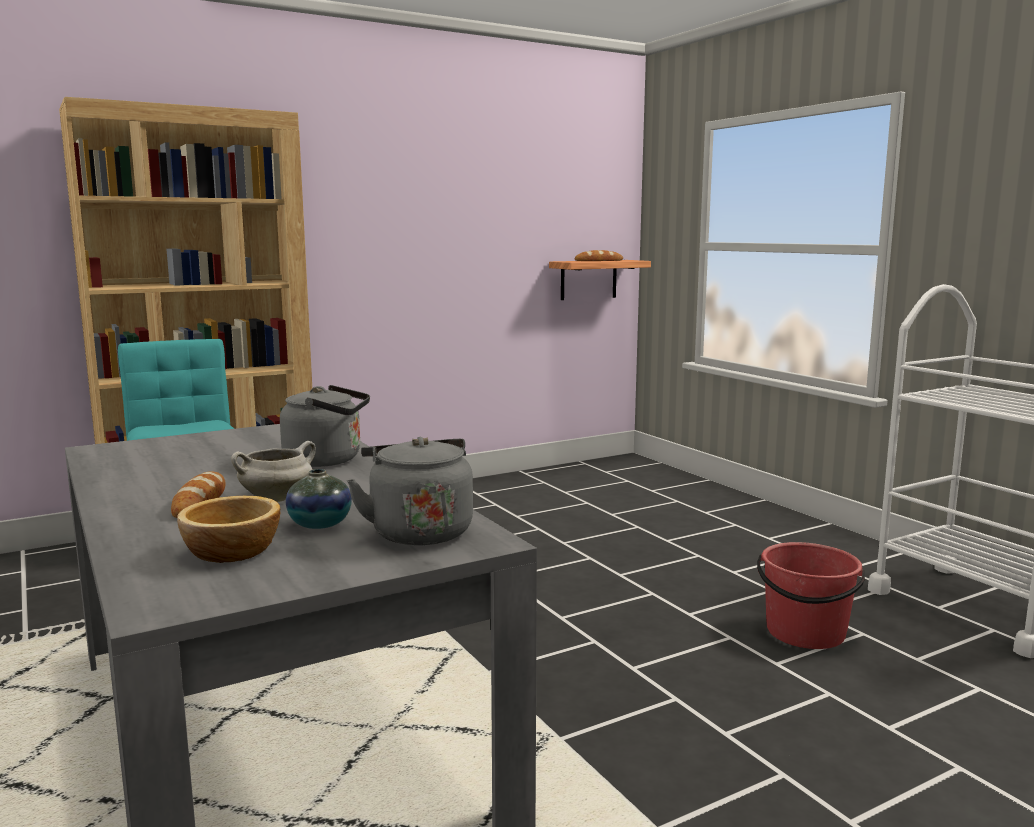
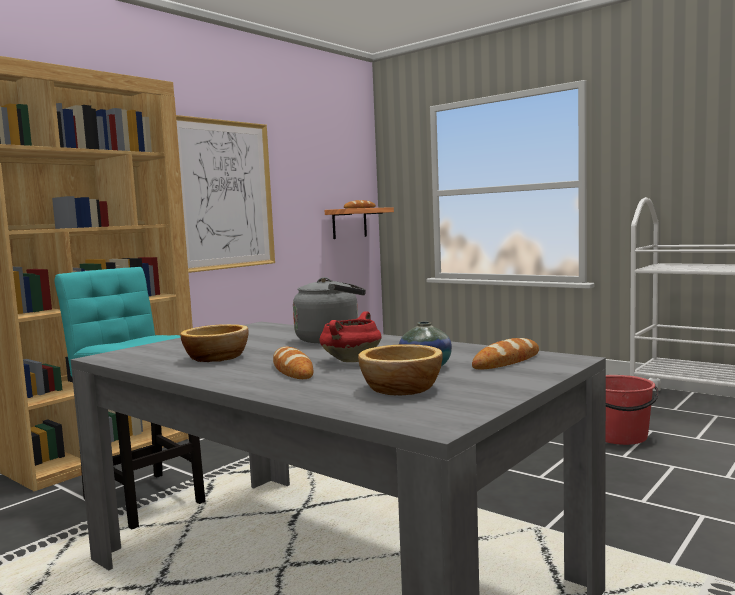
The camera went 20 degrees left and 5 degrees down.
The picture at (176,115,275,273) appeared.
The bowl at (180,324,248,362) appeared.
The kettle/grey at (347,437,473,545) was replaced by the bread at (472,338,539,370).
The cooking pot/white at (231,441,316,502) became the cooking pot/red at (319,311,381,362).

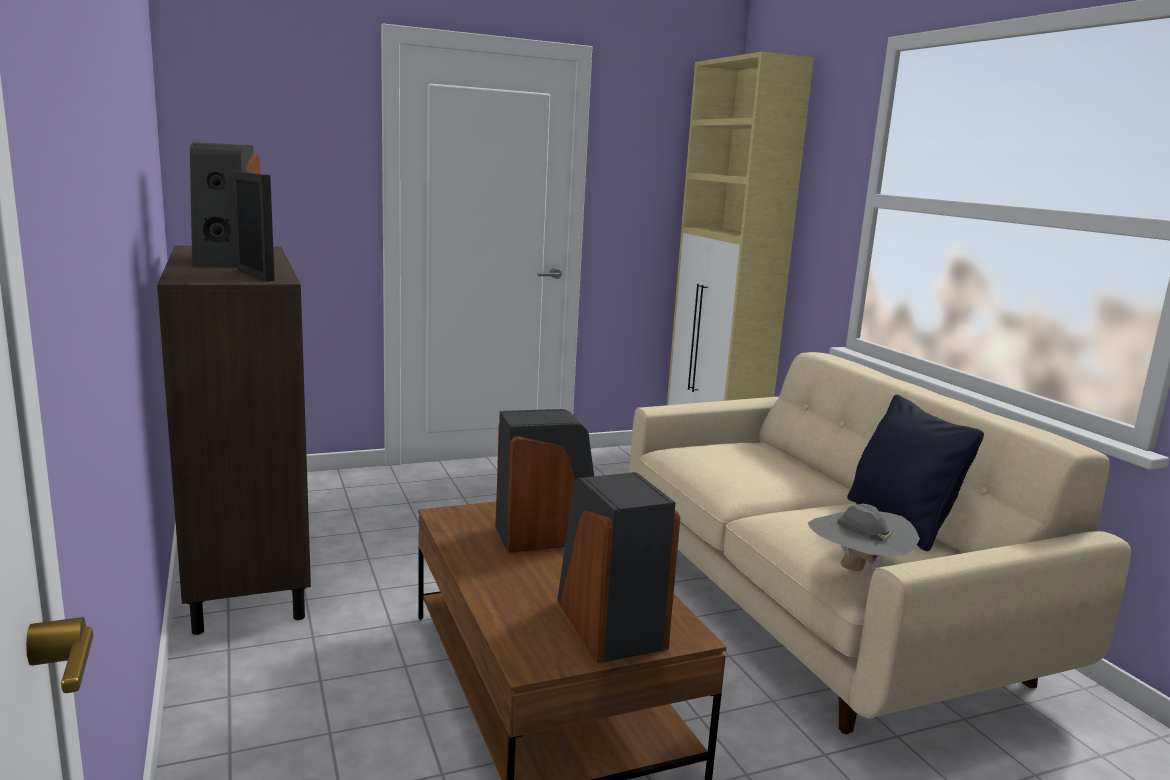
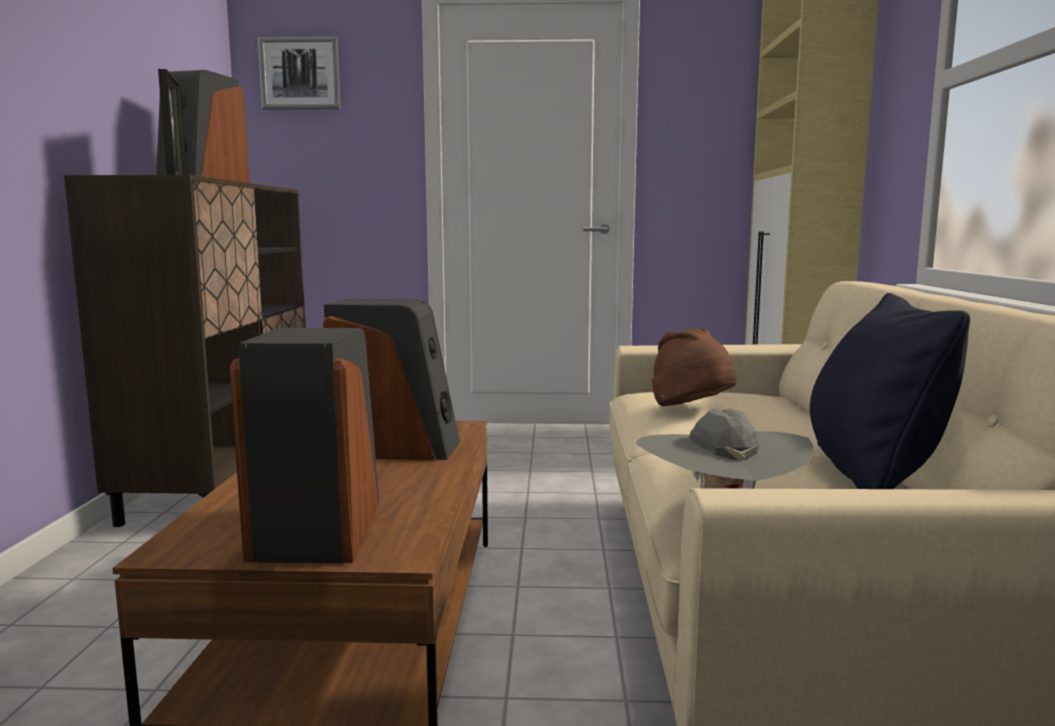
The camera went 25 degrees right and 5 degrees down.
The picture at (258,36,341,110) appeared.
The hat/brown at (652,328,737,406) appeared.

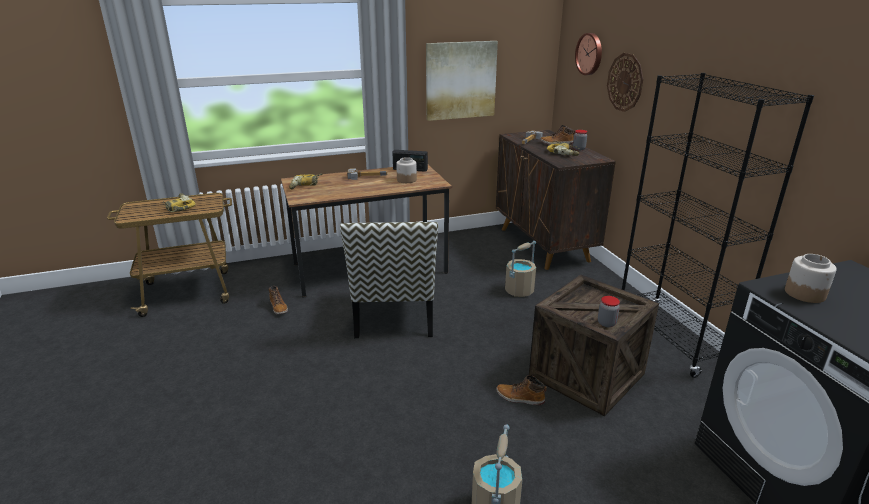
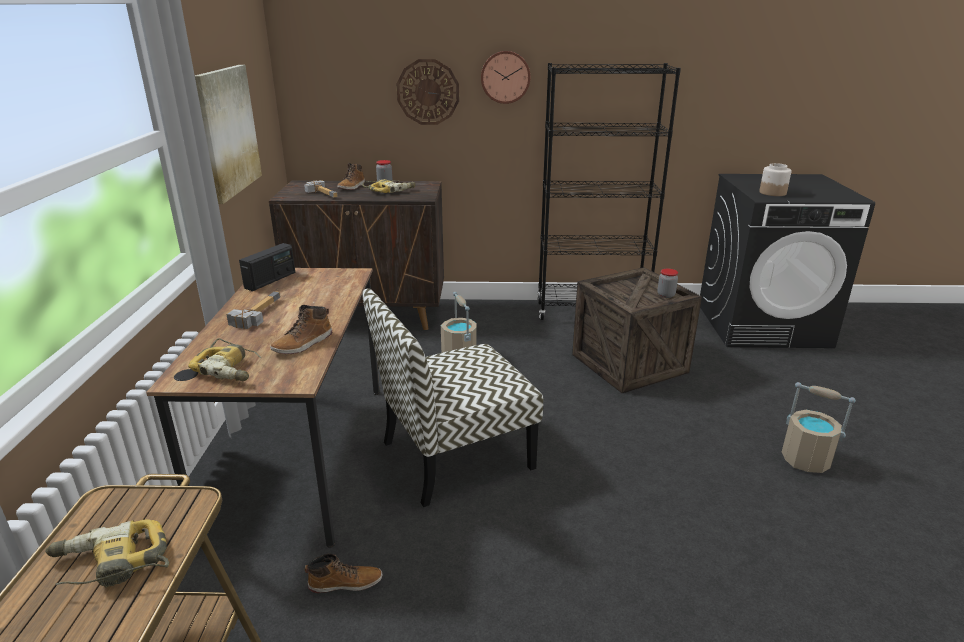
The camera went 70 degrees left and 0 degrees up.
The jar at (396,157,417,183) disappeared.
The boot moved from (496,375,547,405) to (270,305,332,354).
The wall clock moved from (575,33,602,75) to (481,51,531,104).
The chair at (340,222,438,338) turned 135 degrees clockwise.

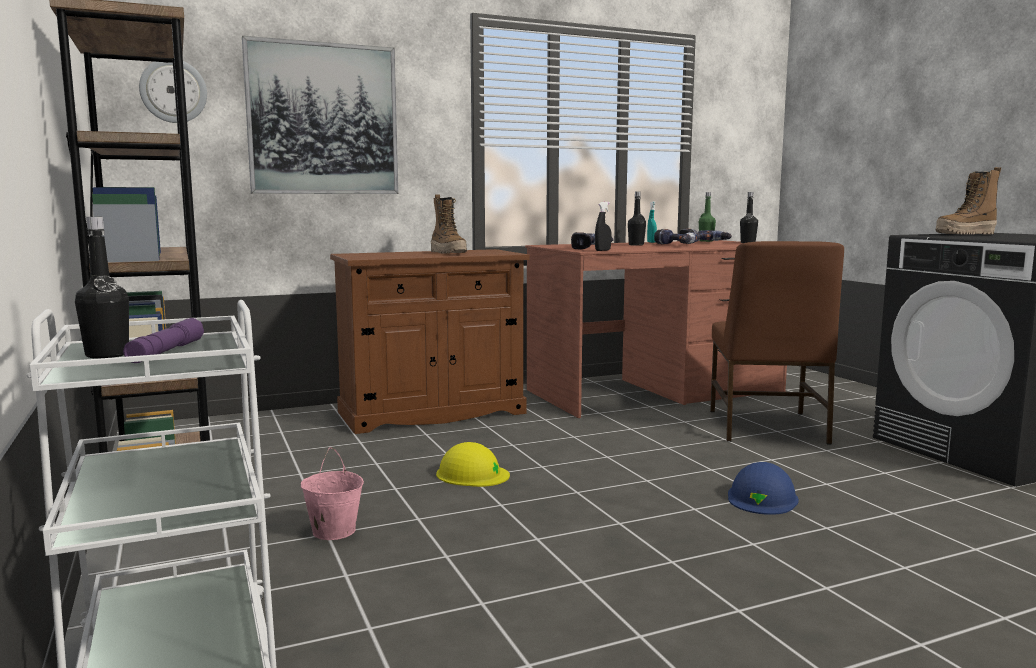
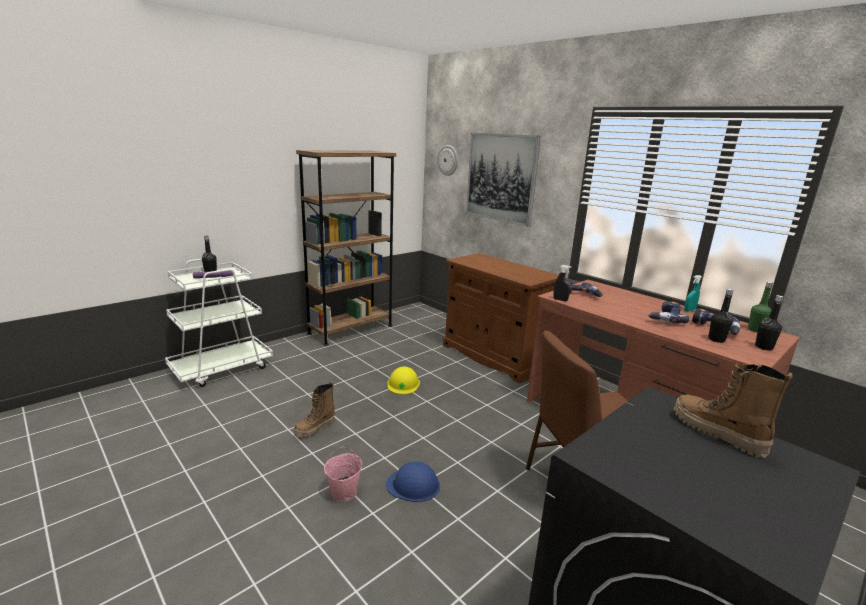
The camera went 70 degrees right and 10 degrees up.
The bucket/pink moved from (301,447,364,540) to (324,447,362,501).
The boot moved from (431,194,467,254) to (294,381,335,438).
The bottle/black moved from (628,192,646,246) to (708,289,734,343).

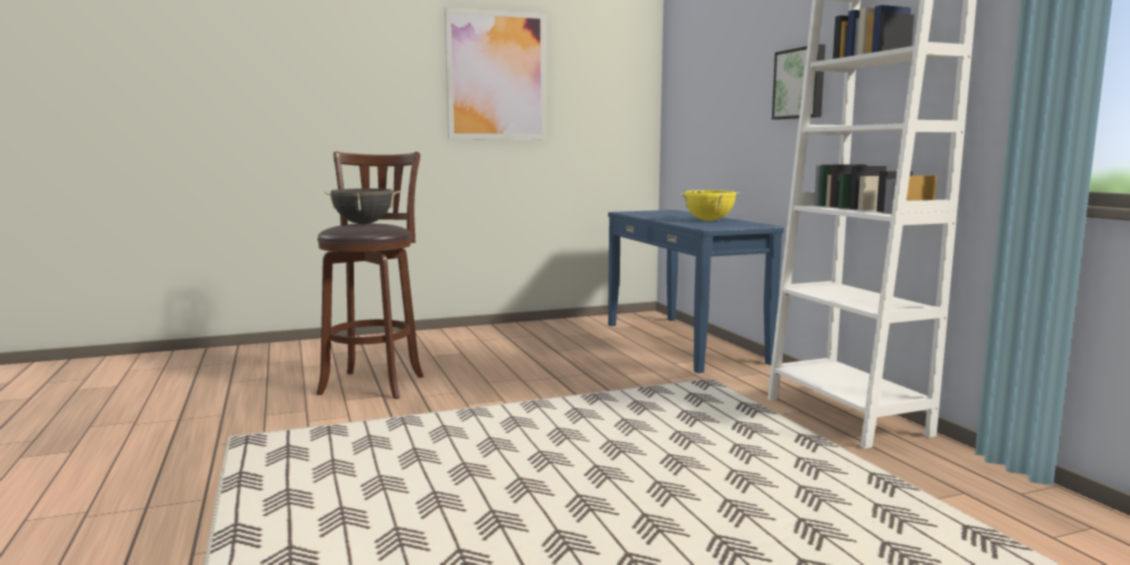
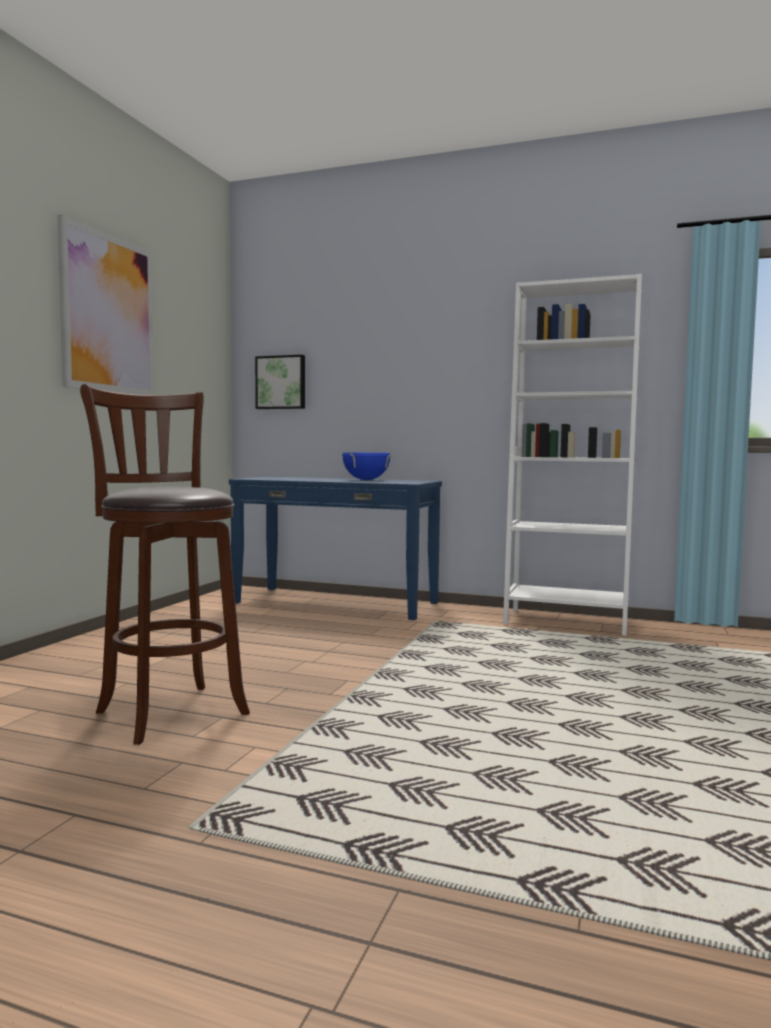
The camera went 50 degrees left and 5 degrees down.
The cooking pot/black at (323,188,400,224) disappeared.
The picture moved from (772,44,825,120) to (255,355,305,409).
The cooking pot/yellow at (679,190,740,221) became the cooking pot/blue at (341,452,393,480).

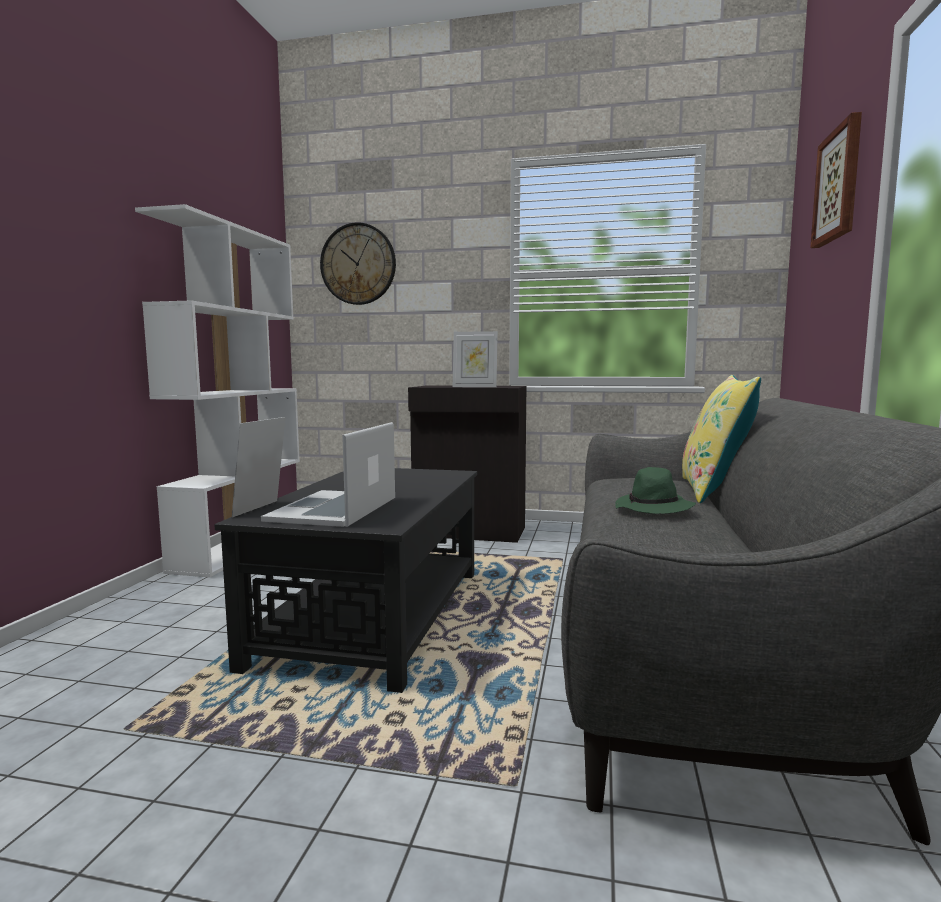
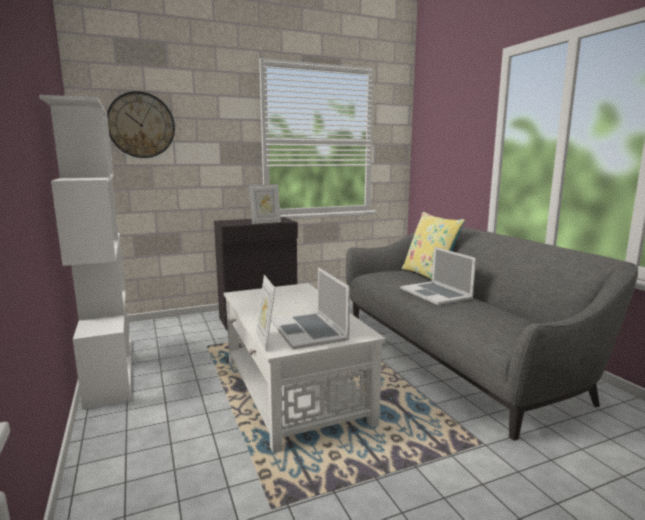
The camera went 35 degrees left and 5 degrees up.
The picture at (810,112,862,248) disappeared.
The hat/green at (615,467,696,514) was replaced by the laptop at (400,247,476,305).
The coffee table/black at (214,468,477,693) became the coffee table/white at (224,283,386,453).

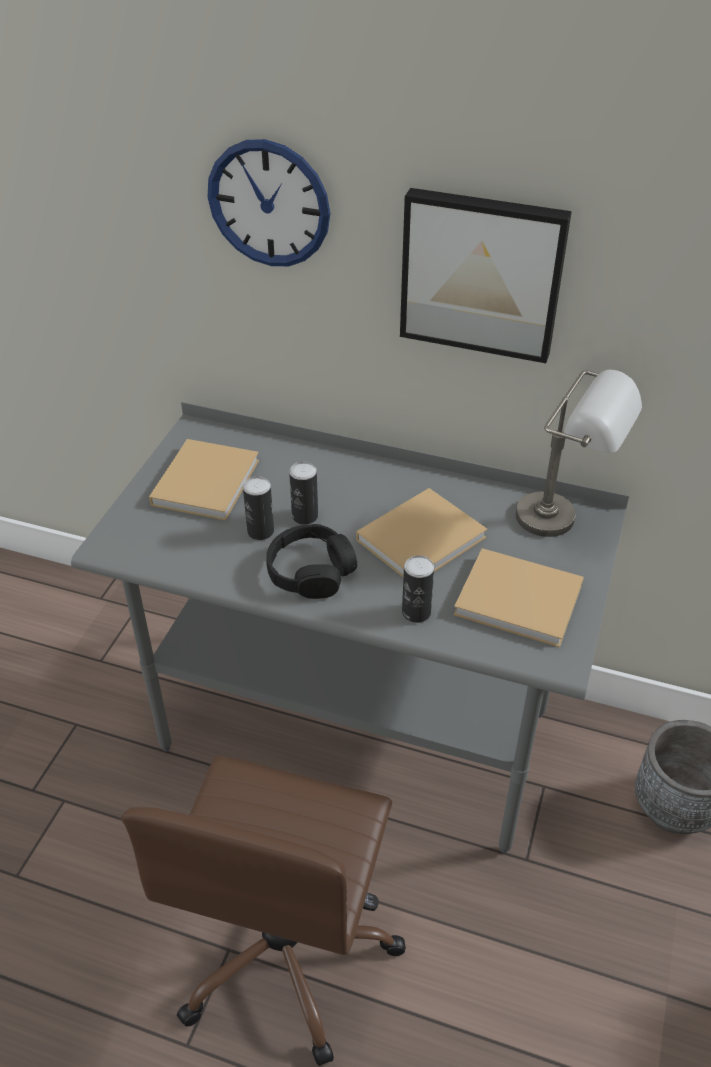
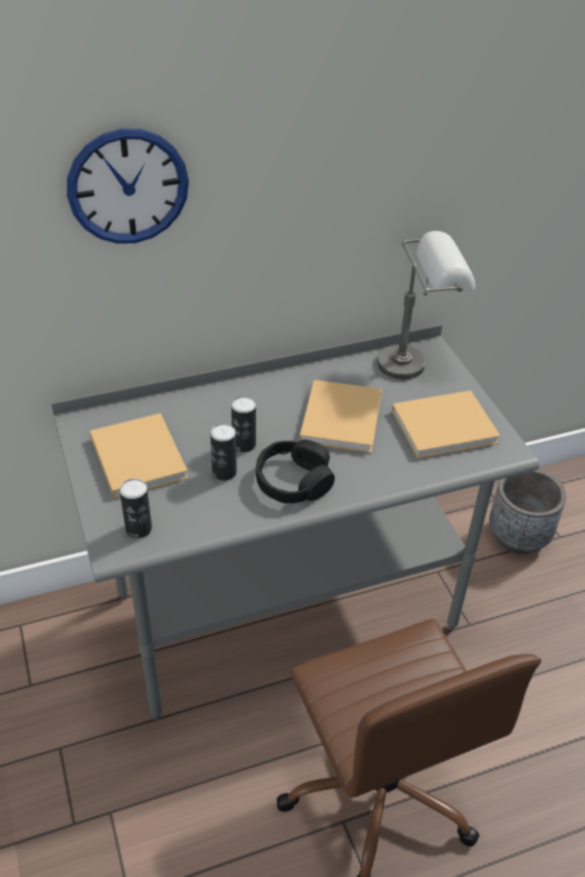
The camera went 40 degrees left and 0 degrees up.
The picture at (400,188,572,363) disappeared.
The can moved from (402,555,434,623) to (120,479,152,538).

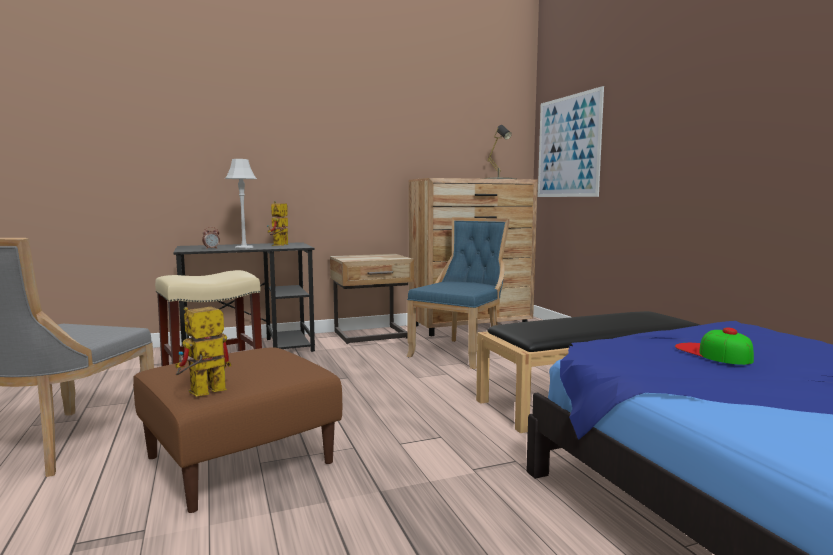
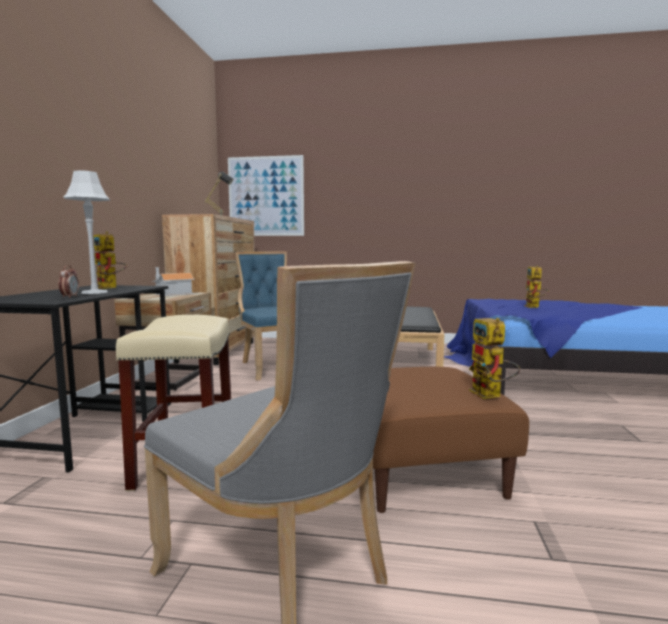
The camera went 60 degrees left and 0 degrees up.
The toy house at (152,267,195,296) appeared.
The cap at (675,328,754,365) was replaced by the toy robot at (524,265,549,308).

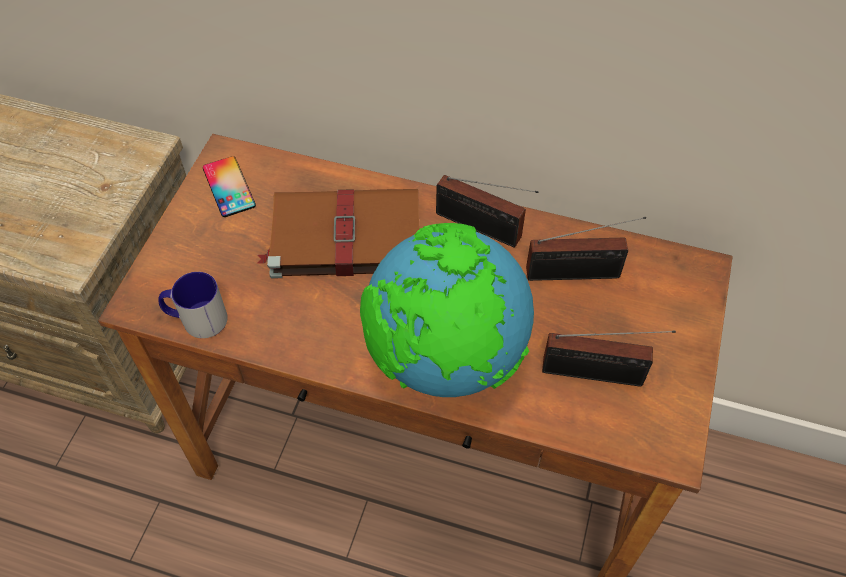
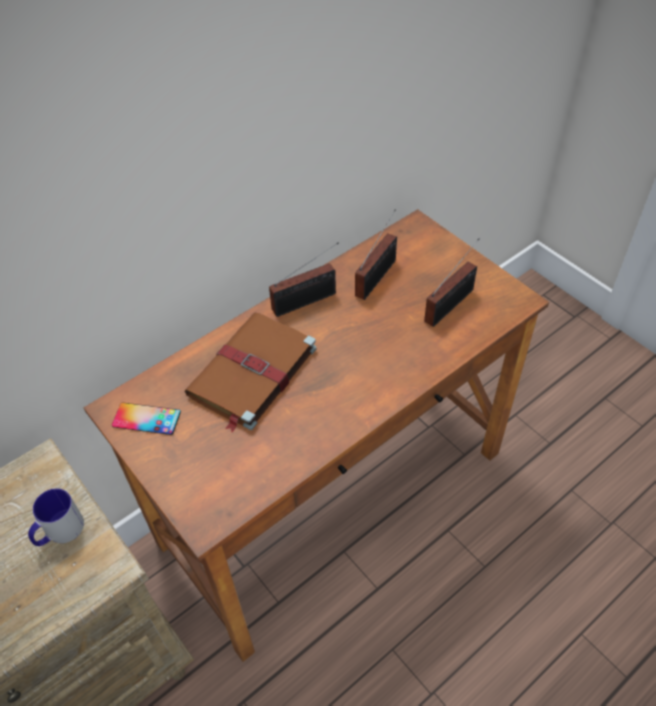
The camera went 55 degrees left and 5 degrees down.
The globe at (360,223,534,397) disappeared.
The mug moved from (158,272,228,338) to (28,488,84,546).

